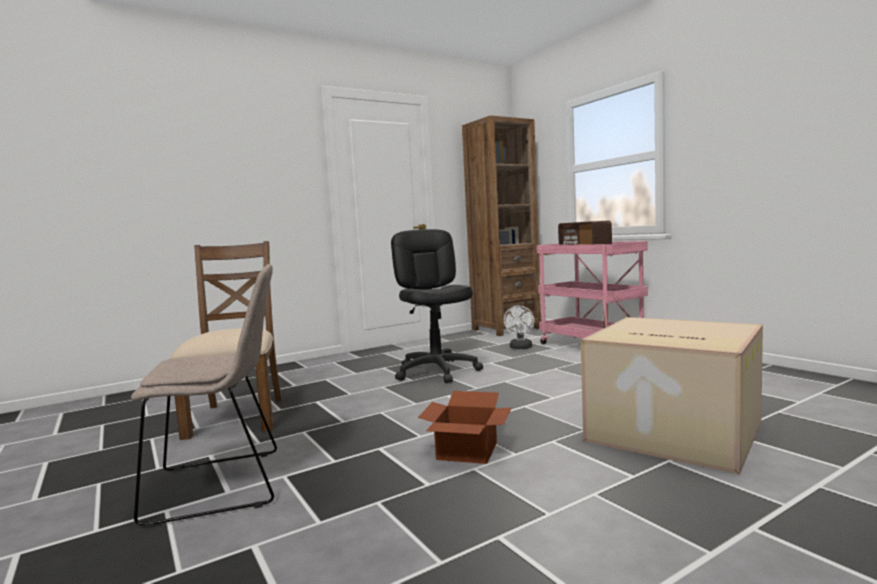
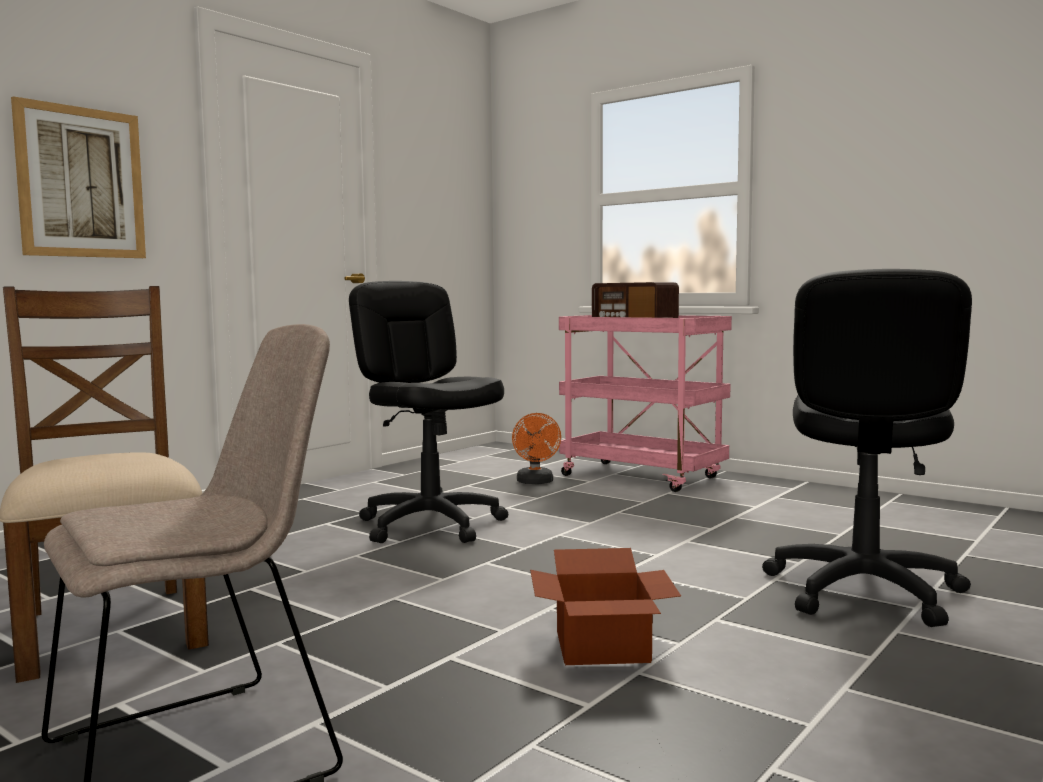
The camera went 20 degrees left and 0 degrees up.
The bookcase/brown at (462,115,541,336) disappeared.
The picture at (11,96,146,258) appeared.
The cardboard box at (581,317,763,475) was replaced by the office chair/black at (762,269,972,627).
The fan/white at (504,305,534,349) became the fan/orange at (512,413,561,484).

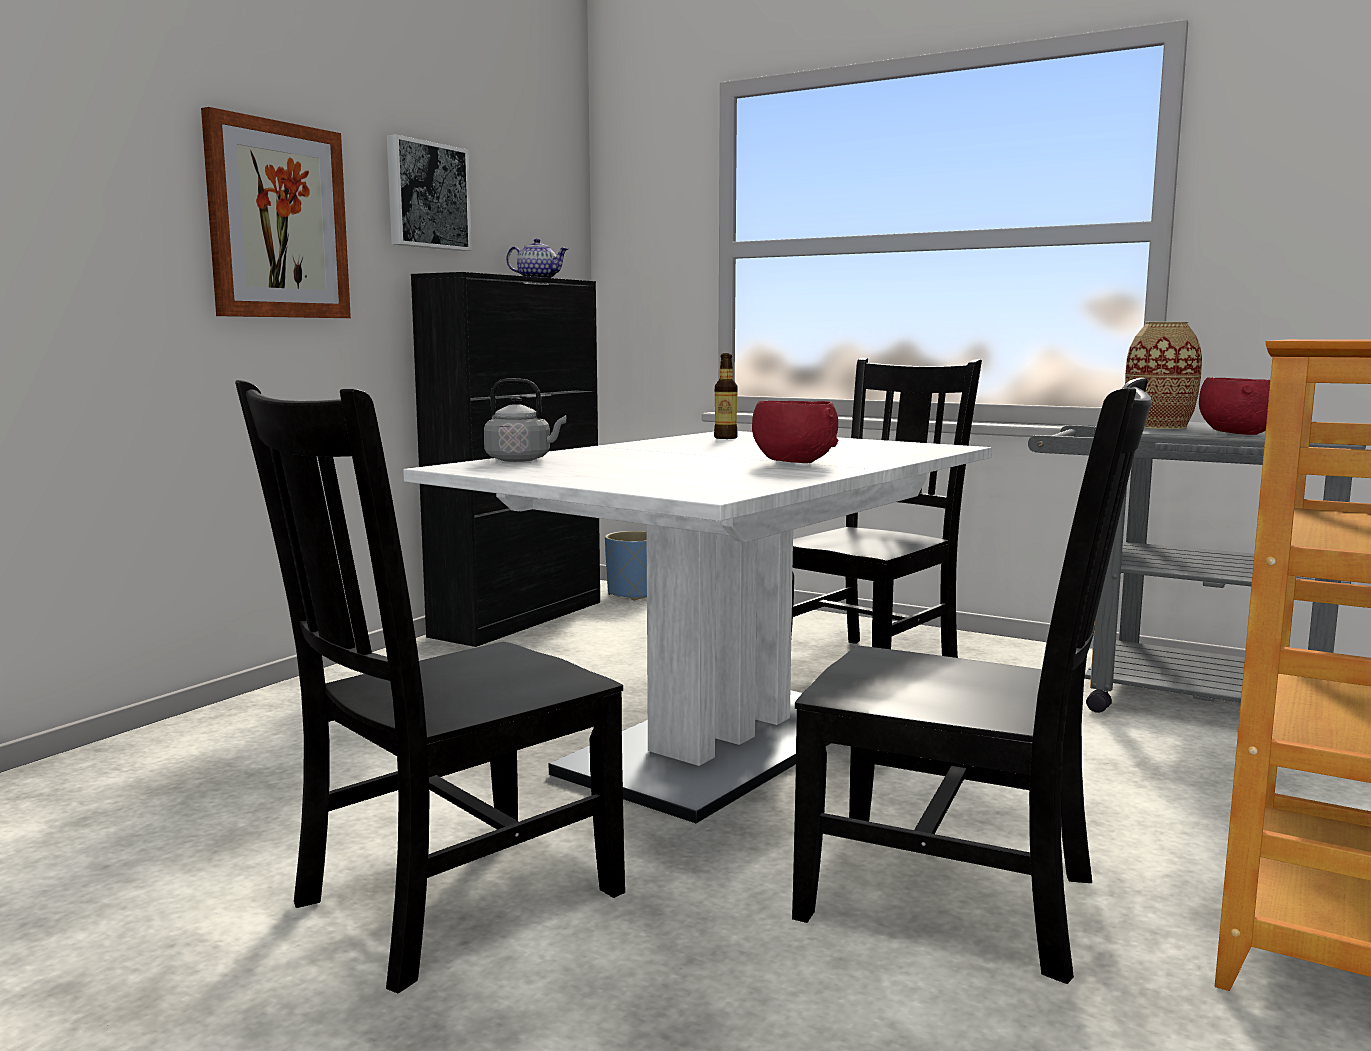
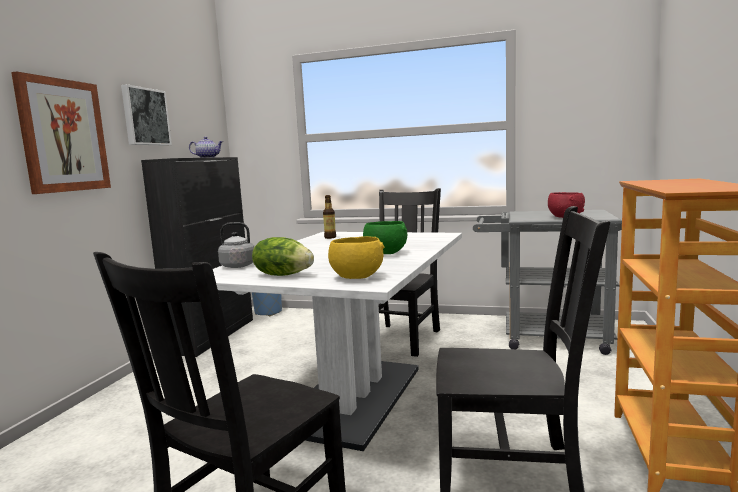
The camera went 15 degrees left and 0 degrees up.
The vase at (1125,321,1202,429) disappeared.
The lettuce at (252,237,314,276) appeared.
The bowl/yellow at (328,236,384,279) appeared.
The bowl/red at (752,401,839,463) became the bowl/green at (363,221,407,254).

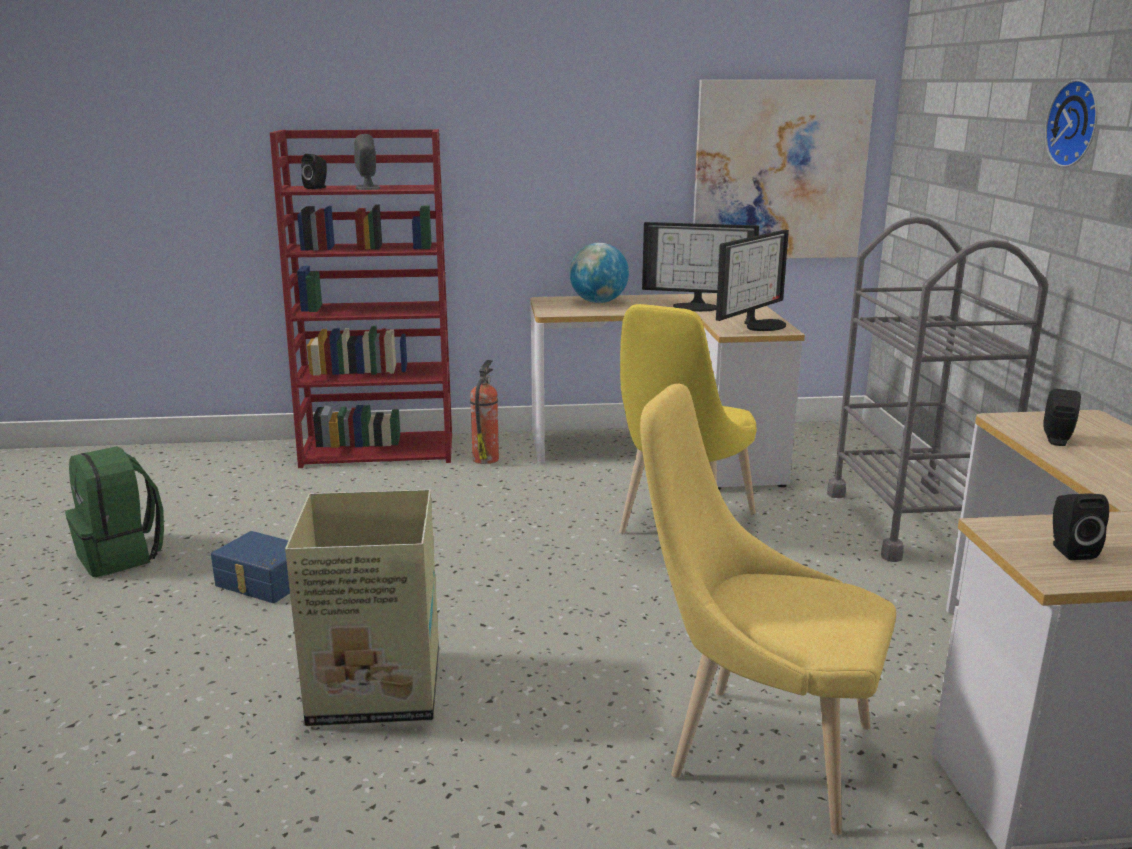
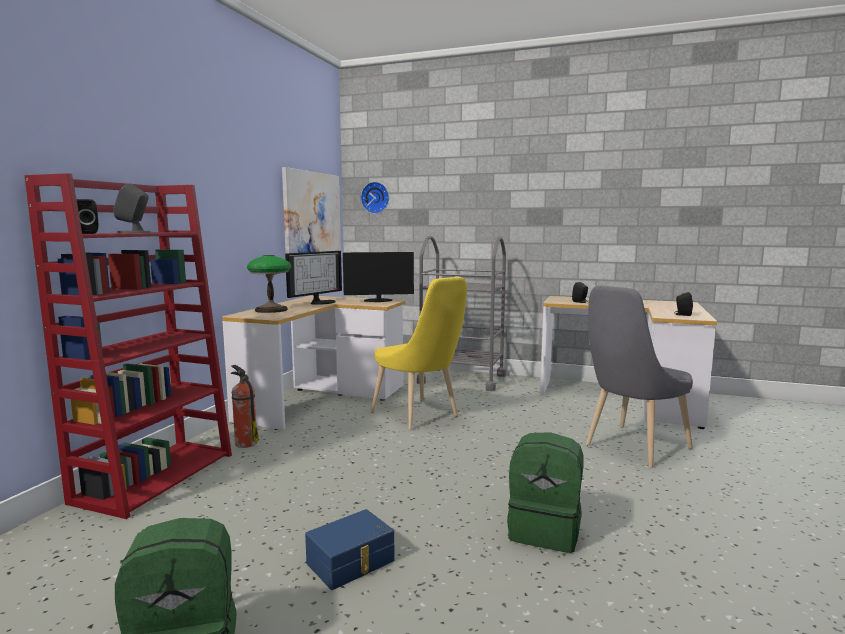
The camera went 65 degrees left and 10 degrees down.
The wall clock moved from (1045,79,1098,167) to (361,182,389,214).
The cardboard box at (285,490,439,726) was replaced by the backpack/green at (507,432,583,553).
The globe at (569,243,629,303) was replaced by the table lamp at (247,255,291,313).
The chair/yellow at (640,384,896,835) became the chair/grey at (586,286,693,468).
The monitor at (716,230,789,331) turned 75 degrees counterclockwise.

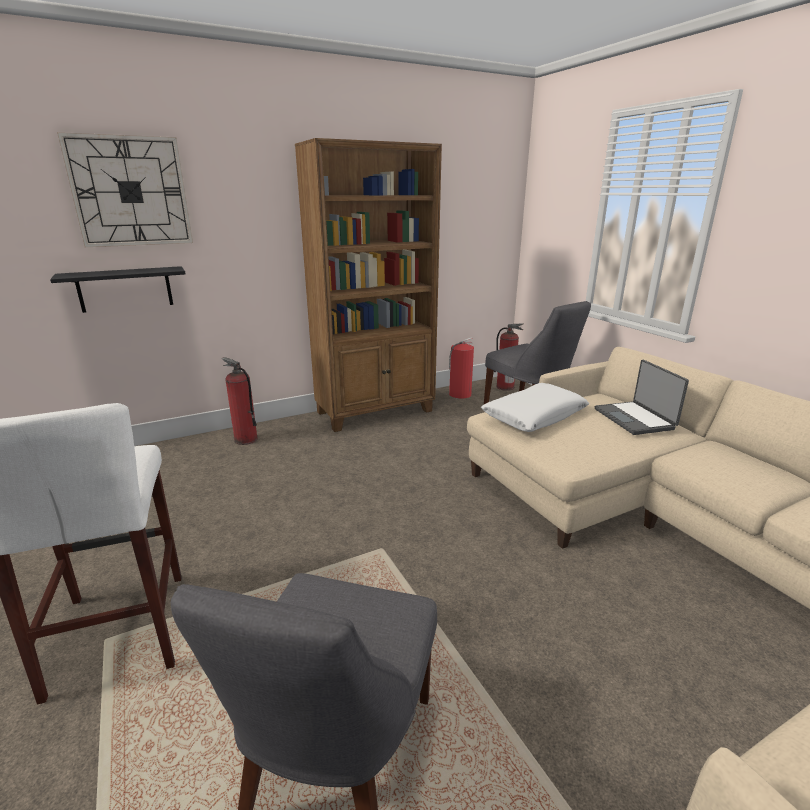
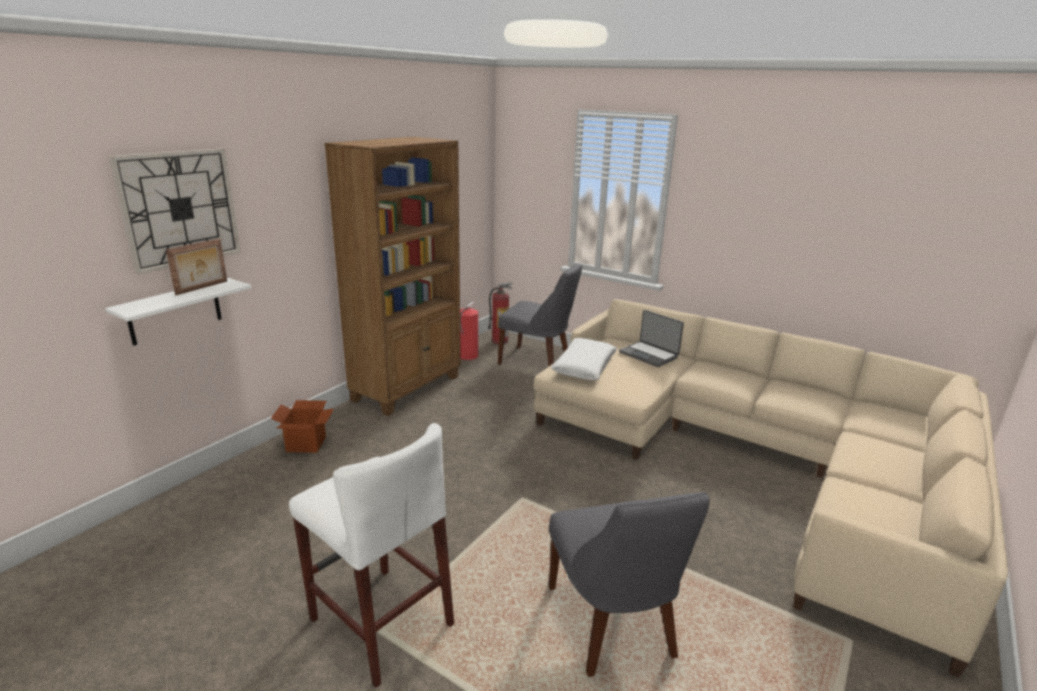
The camera went 30 degrees left and 0 degrees up.
The picture frame at (166,239,227,295) appeared.
The fire extinguisher at (222,357,258,445) was replaced by the cardboard box at (271,400,334,453).
The shelf/black at (50,266,186,313) became the shelf/white at (105,278,252,346).

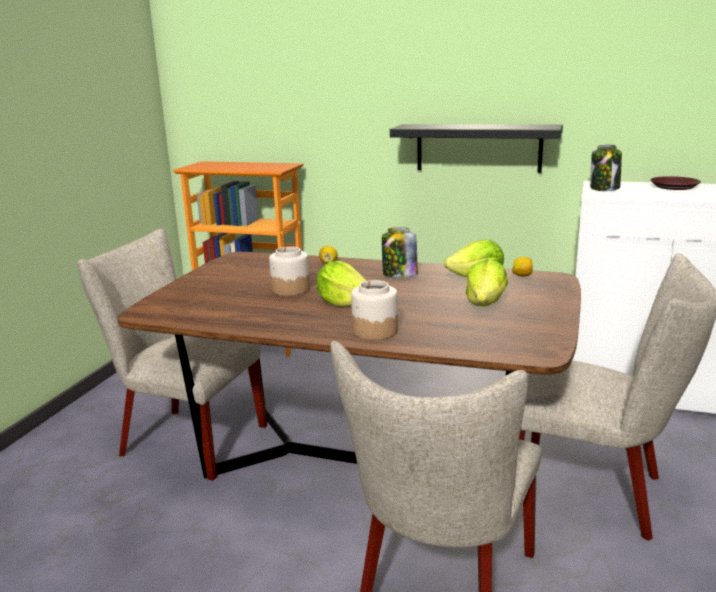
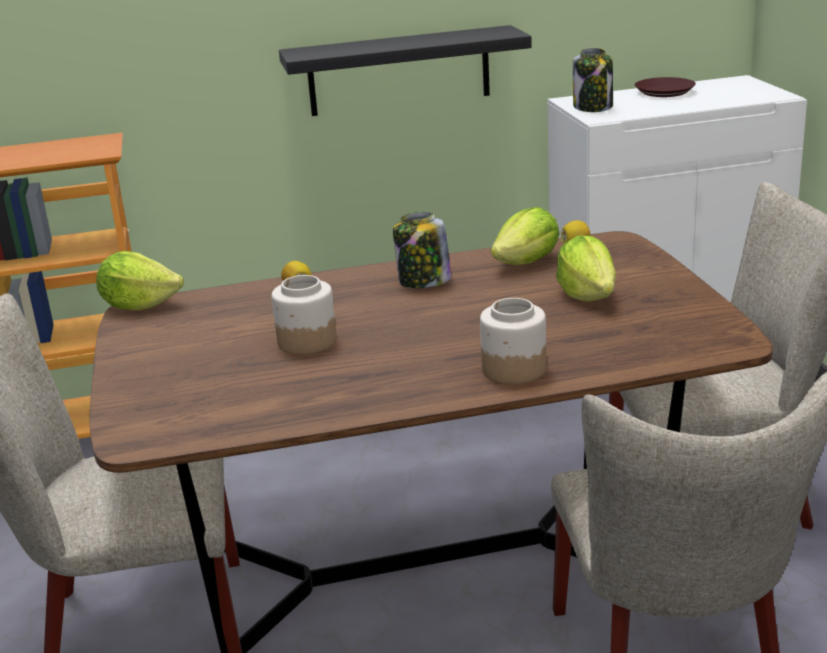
The camera went 30 degrees left and 5 degrees up.
The lettuce moved from (317,261,366,307) to (96,251,184,311).

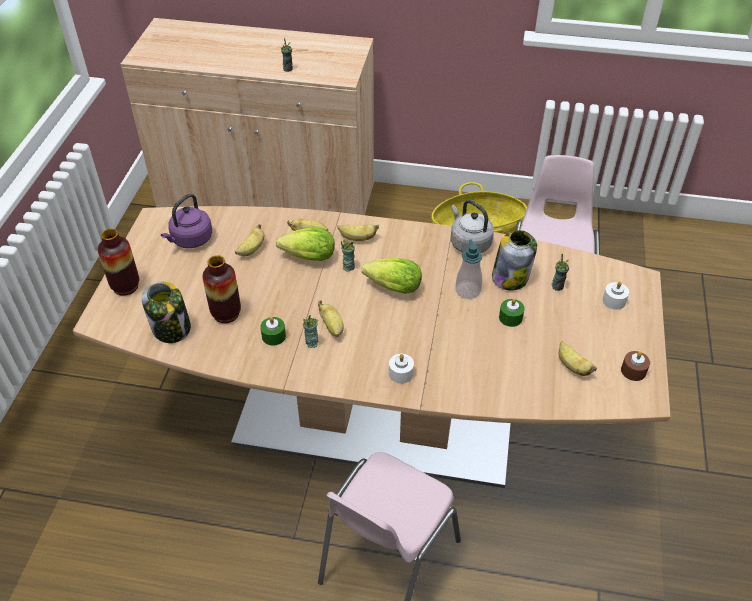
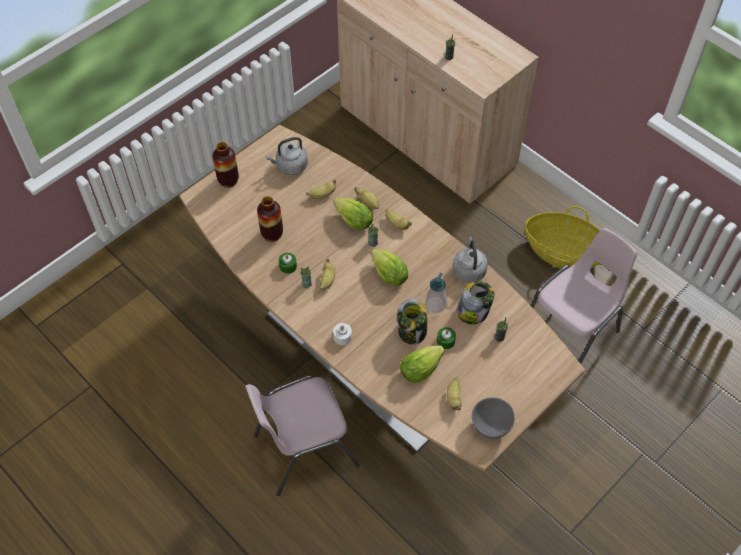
The camera went 35 degrees right and 10 degrees up.
The candle/white at (602,281,629,310) disappeared.
The lettuce at (400,345,445,383) appeared.
The jar moved from (142,282,191,343) to (397,299,427,345).
The candle/brown at (621,351,650,381) was replaced by the bowl/grey at (472,397,515,439).
The kettle/purple at (161,194,212,248) became the kettle/grey at (266,137,308,175).

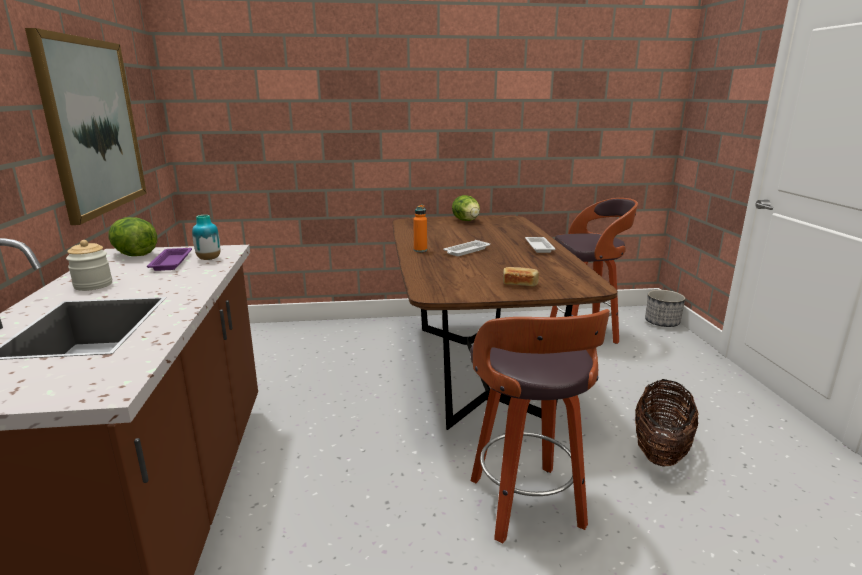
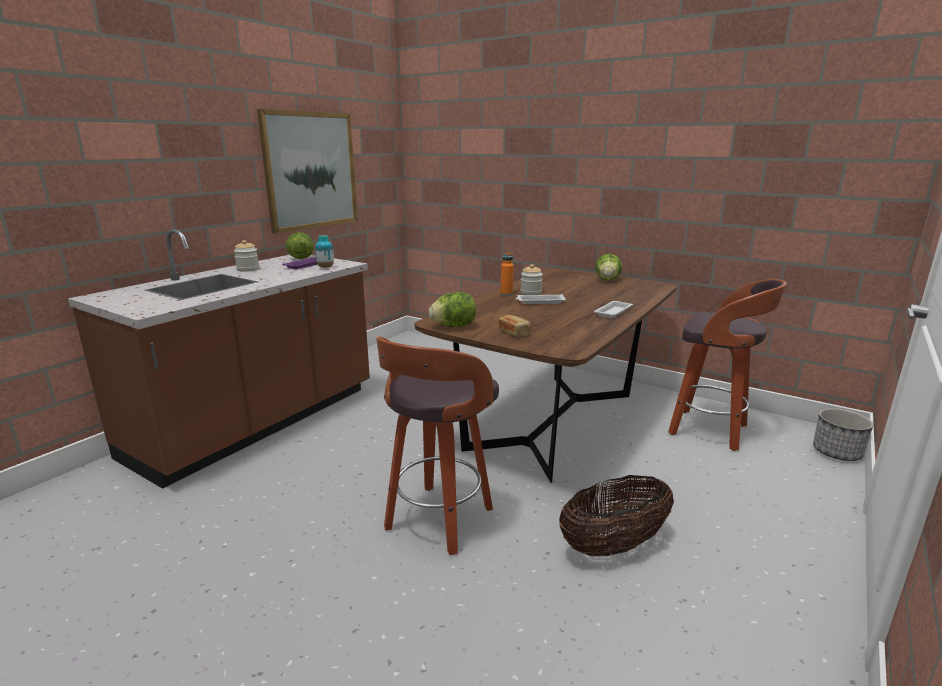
The camera went 40 degrees right and 0 degrees up.
The lettuce at (429,292,476,327) appeared.
The jar at (521,264,543,295) appeared.

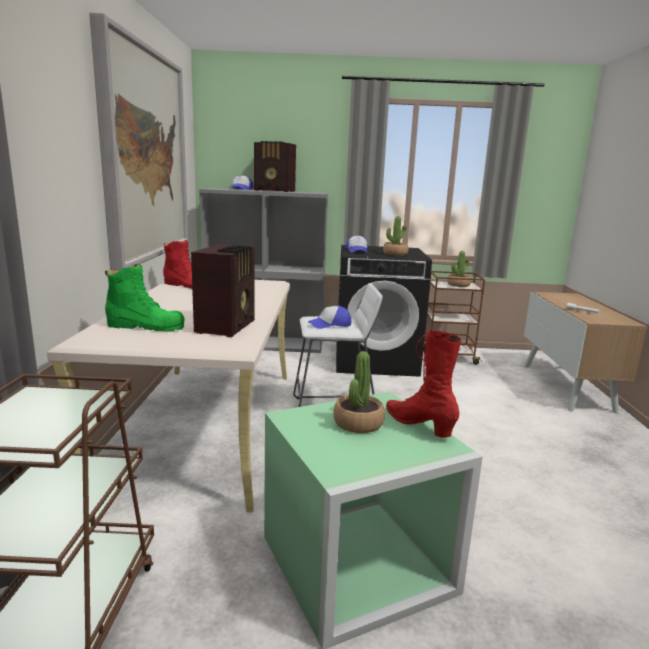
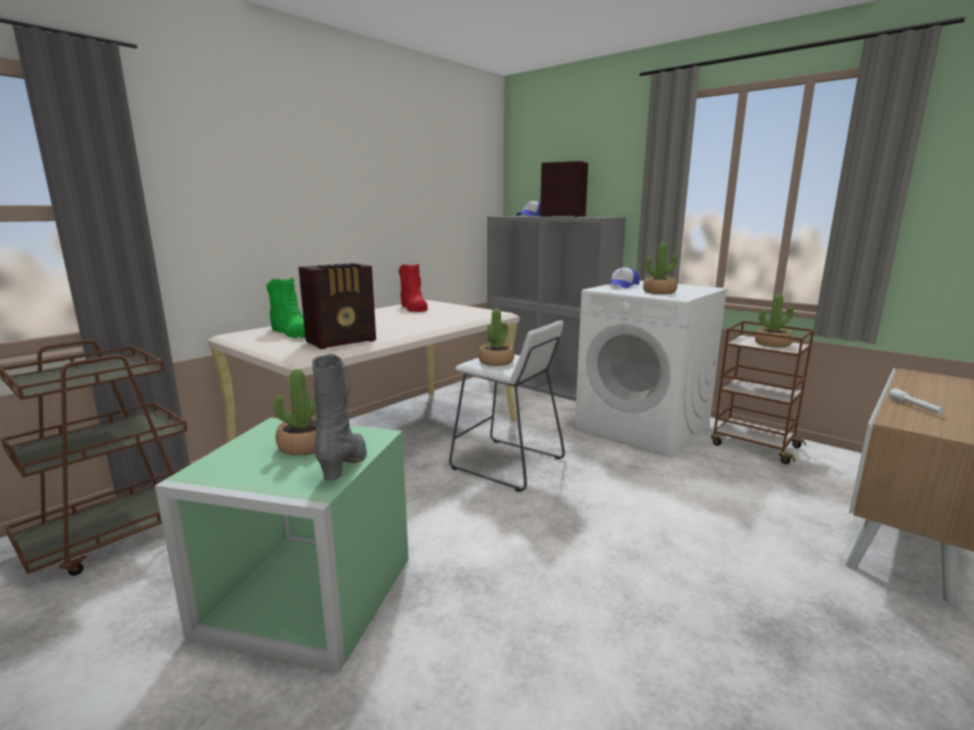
The camera went 40 degrees right and 0 degrees up.
The picture at (89,12,188,270) disappeared.
The cap at (308,306,351,329) was replaced by the potted plant at (478,308,514,366).
The washing machine/black at (336,245,432,377) became the washing machine/white at (575,281,728,457).
The boot/red at (386,330,462,438) became the boot/grey at (312,354,367,481).
The radio at (254,141,296,192) turned 150 degrees clockwise.

